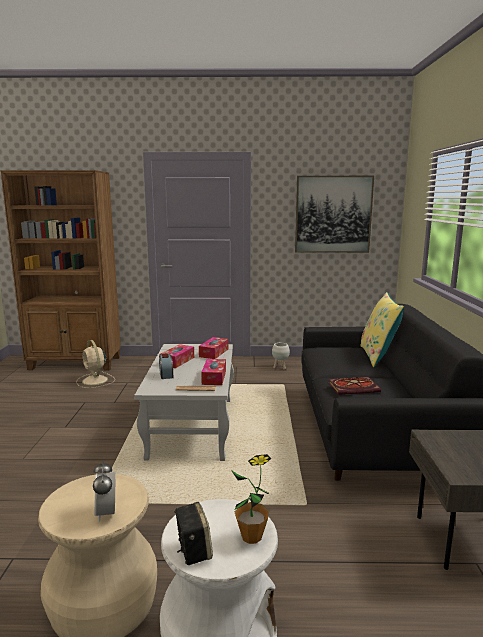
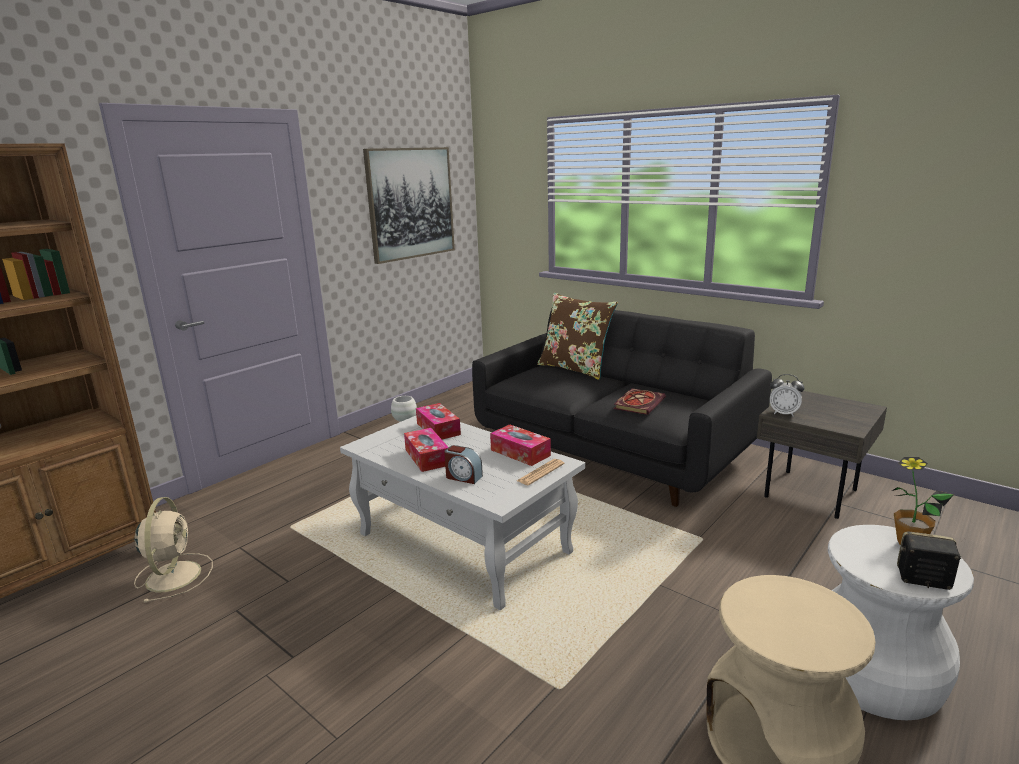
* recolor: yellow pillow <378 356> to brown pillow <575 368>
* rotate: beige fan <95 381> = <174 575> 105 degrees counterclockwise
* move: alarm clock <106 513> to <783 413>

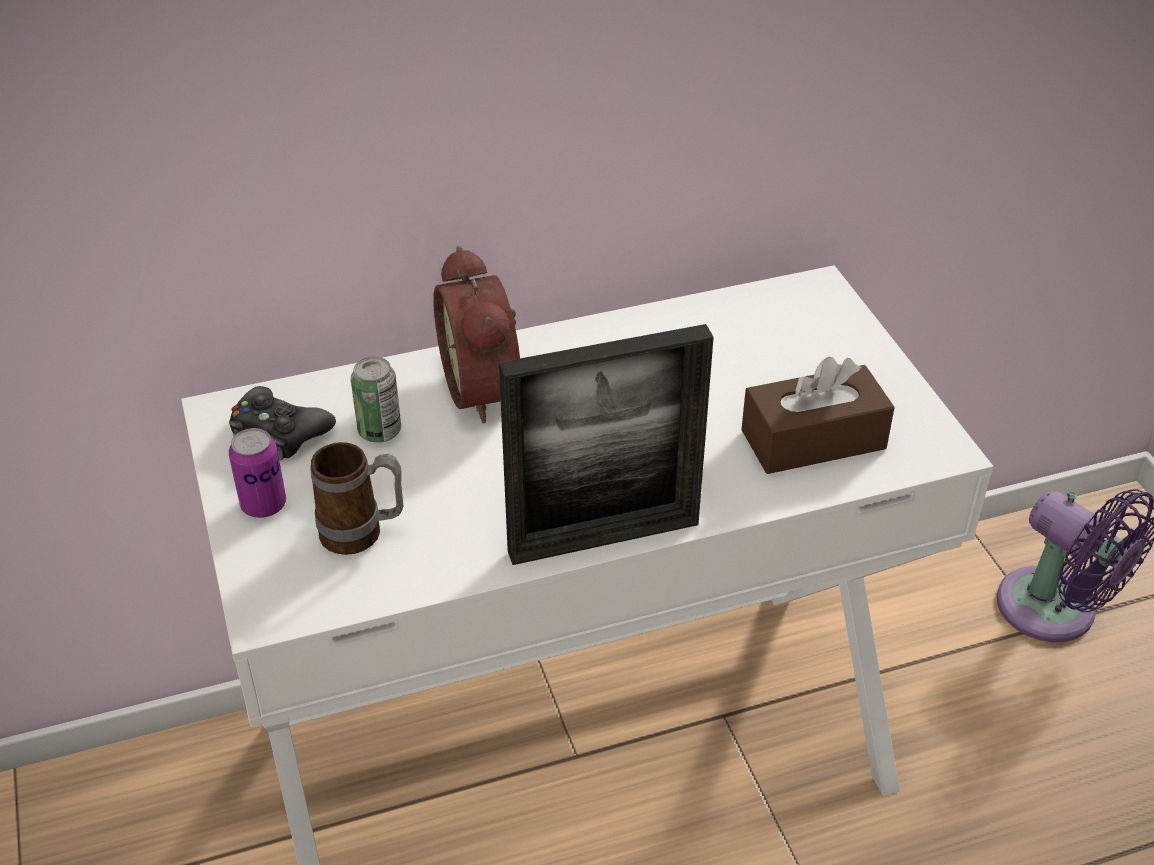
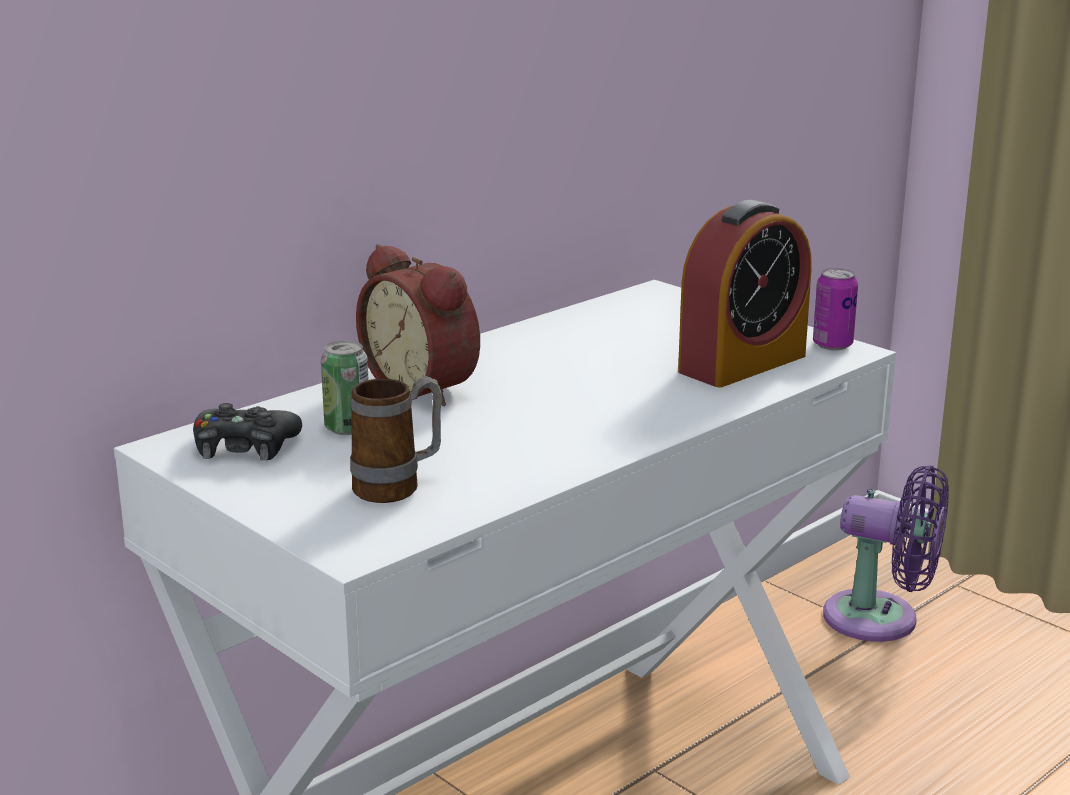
* delete: picture frame <603 538>
* replace: brown tissue box <813 439> to alarm clock <742 364>
* move: can <263 505> to <832 345>

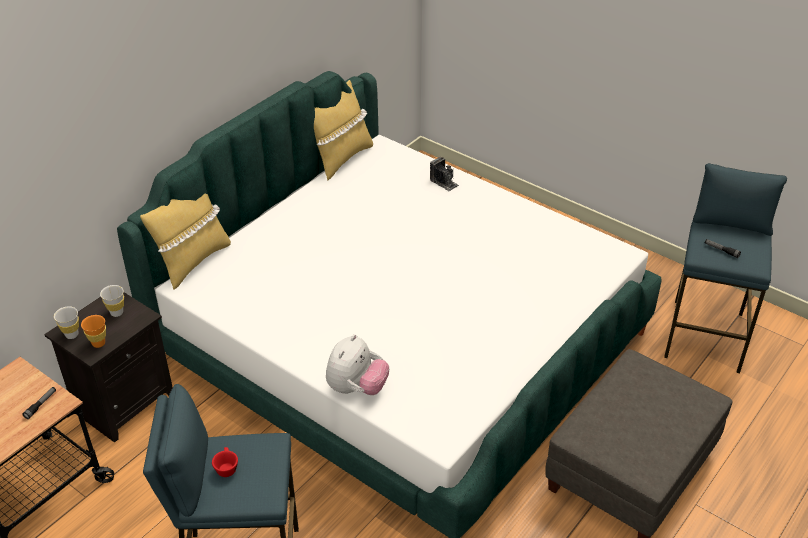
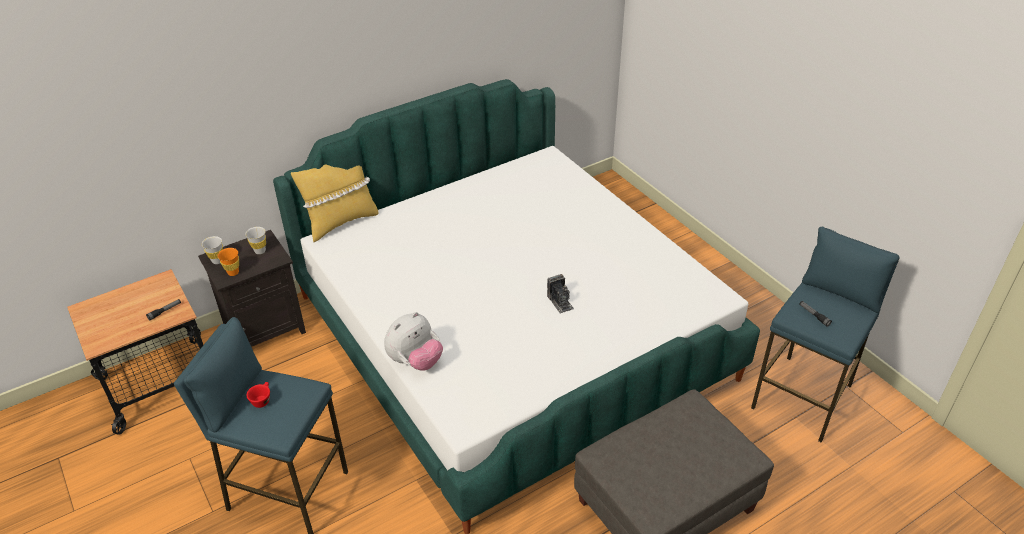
* delete: yellow pillow <341 159>
* move: photo camera <444 182> to <560 302>

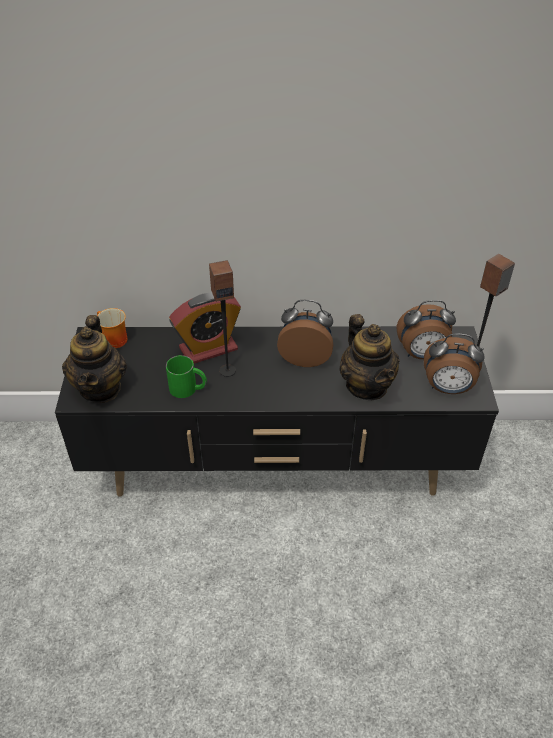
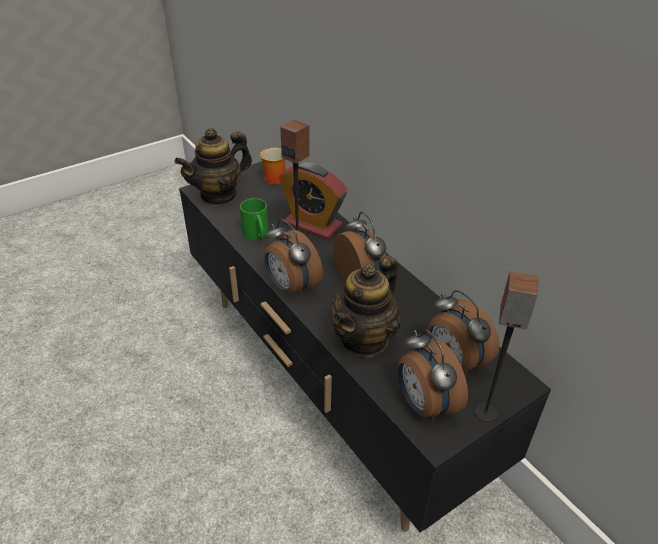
* insert: alarm clock <291 288>

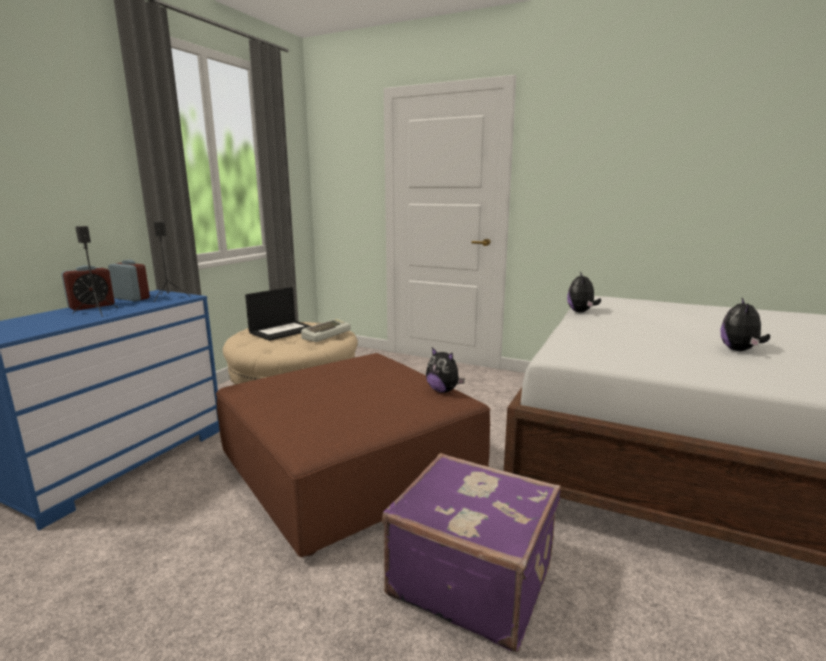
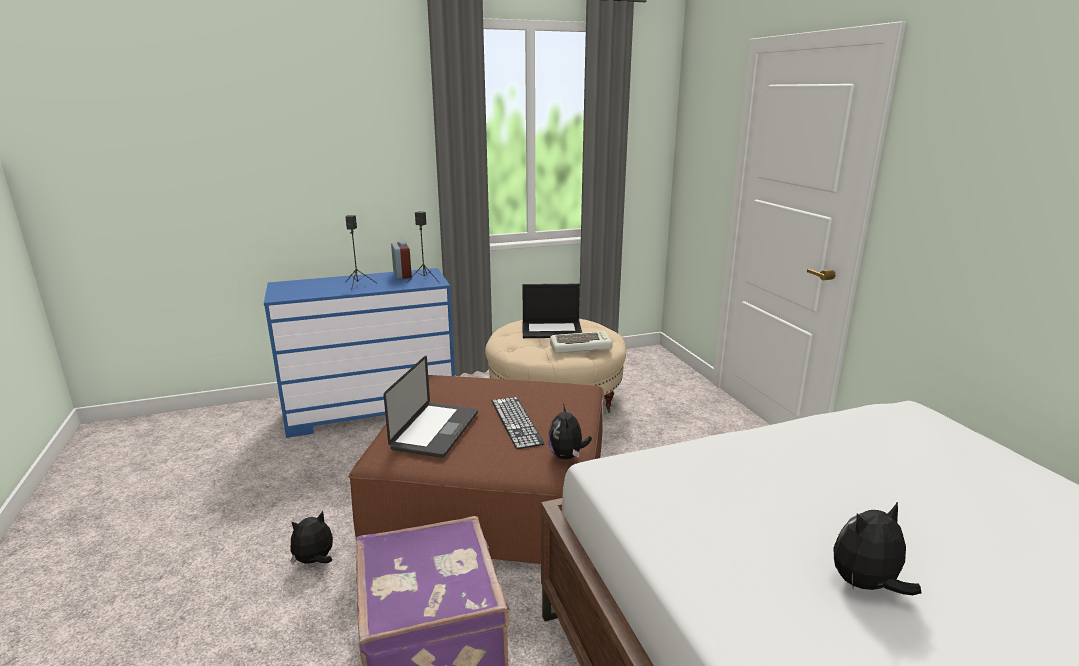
* delete: alarm clock <92 306>
* move: plush toy <581 312> to <315 561>
* insert: laptop <435 431>
* insert: keyboard <516 421>

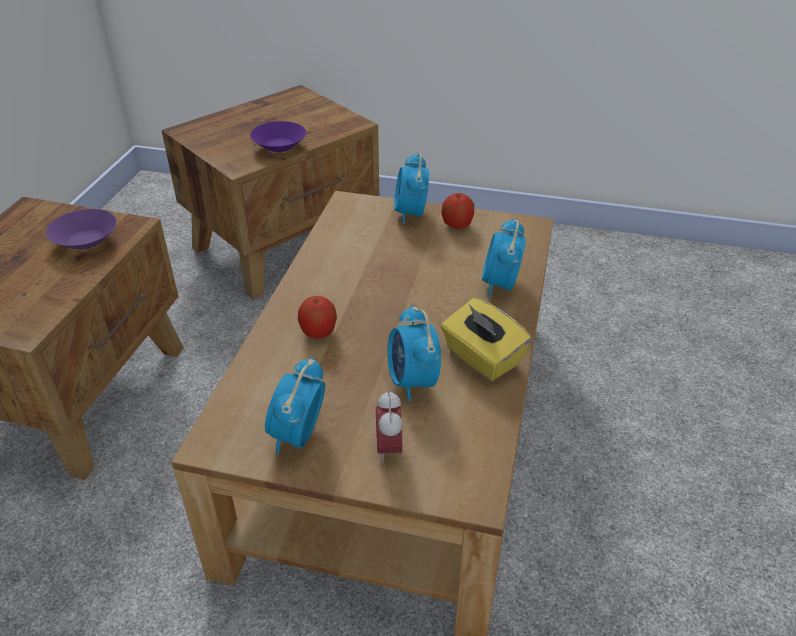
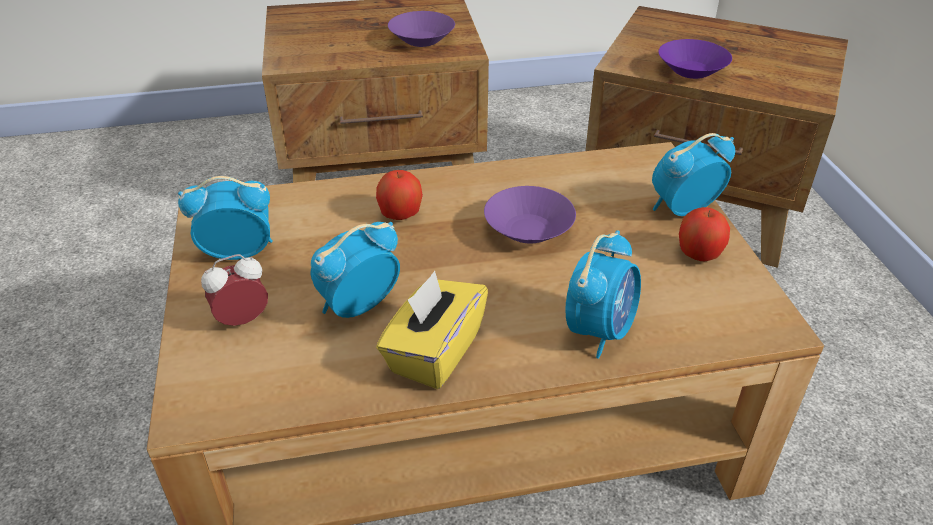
* rotate: alarm clock <500 285> = <599 330> 135 degrees clockwise
* insert: purple bowl <527 231>

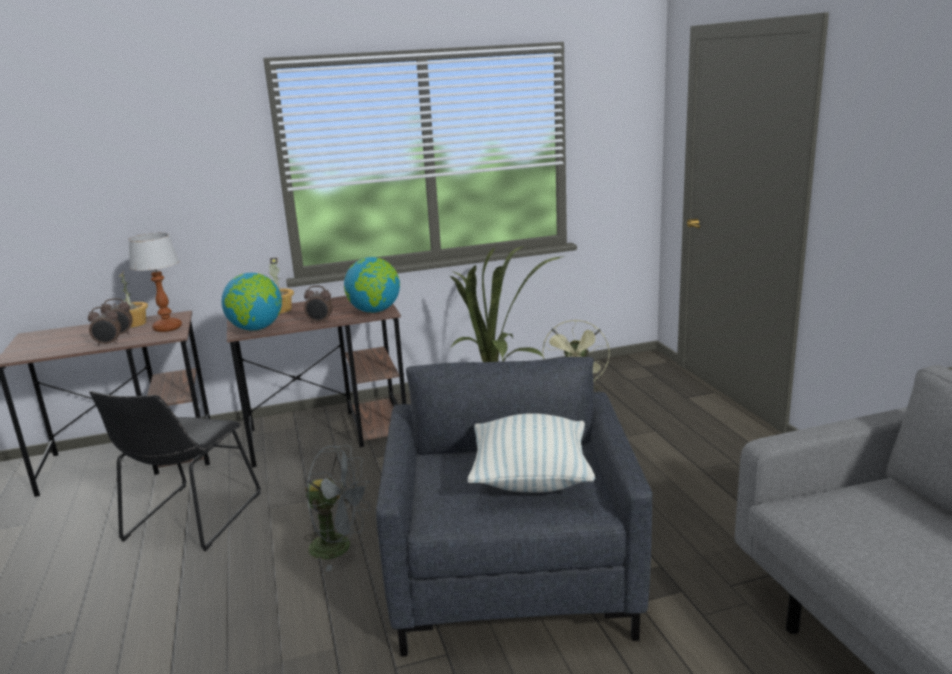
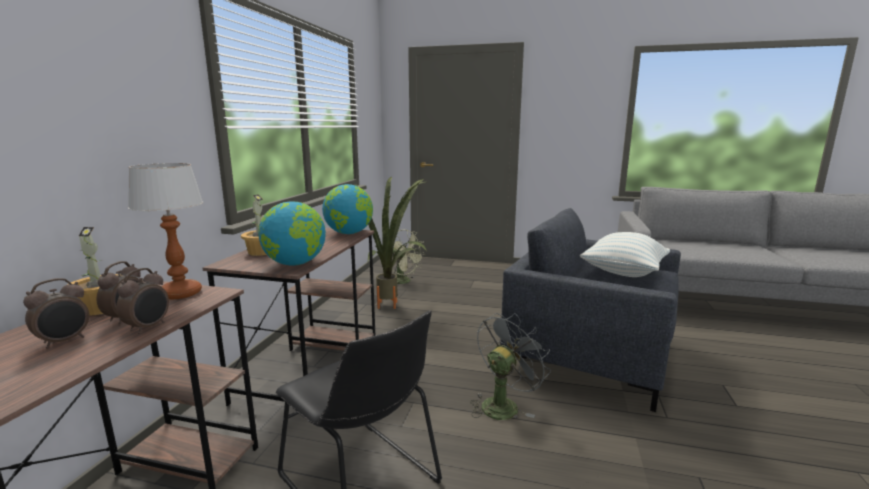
* move: alarm clock <320 322> to <65 341>

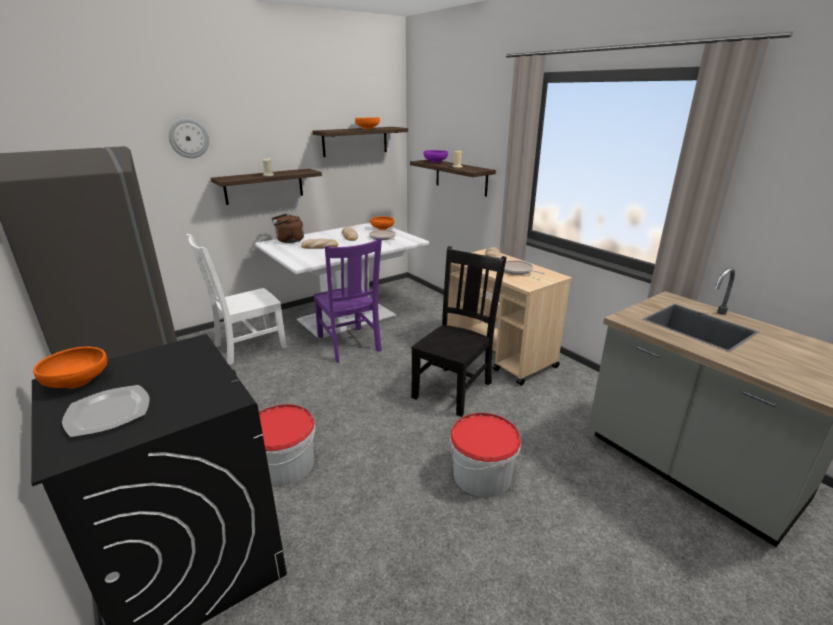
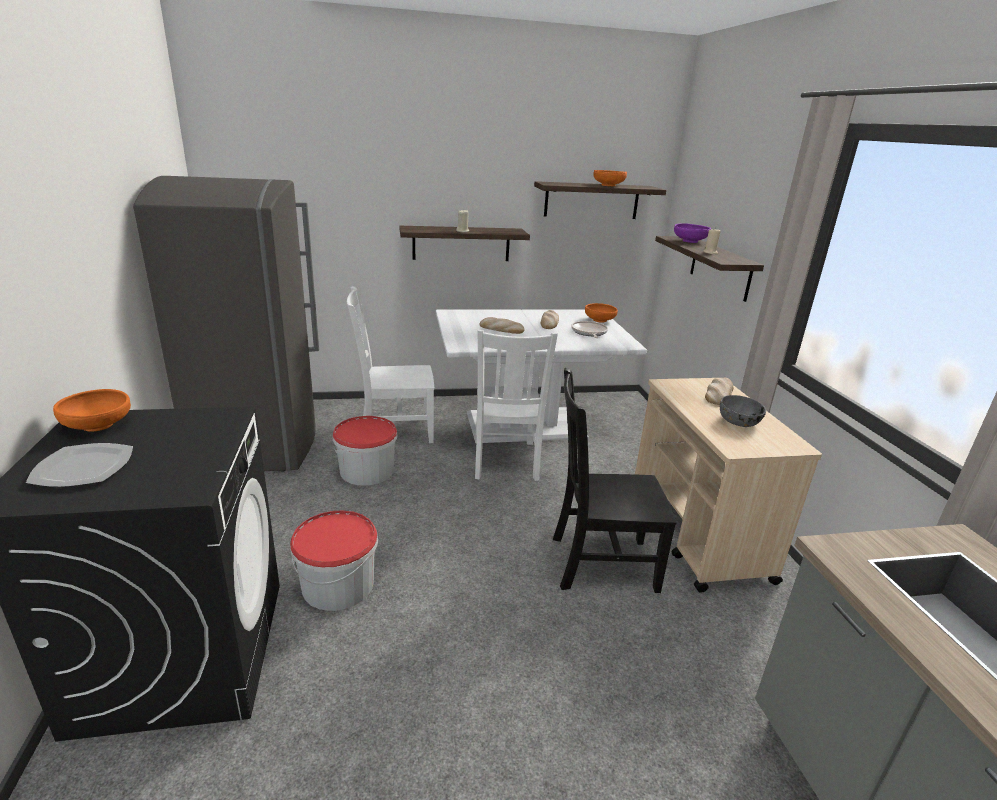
* delete: wall clock <189 138>
* delete: brown kettle <288 241>
* recolor: purple chair <349 345> to white chair <505 461>
* rotate: black chair <454 388> = <599 563> 150 degrees counterclockwise
* replace: frying pan <517 271> to grey bowl <739 422>
* move: bucket <482 474> to <367 470>

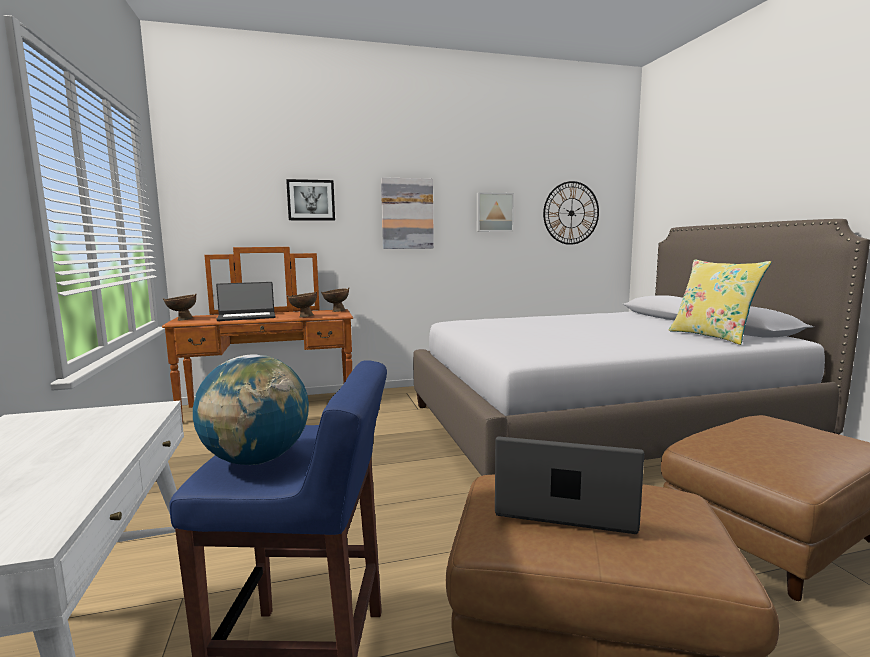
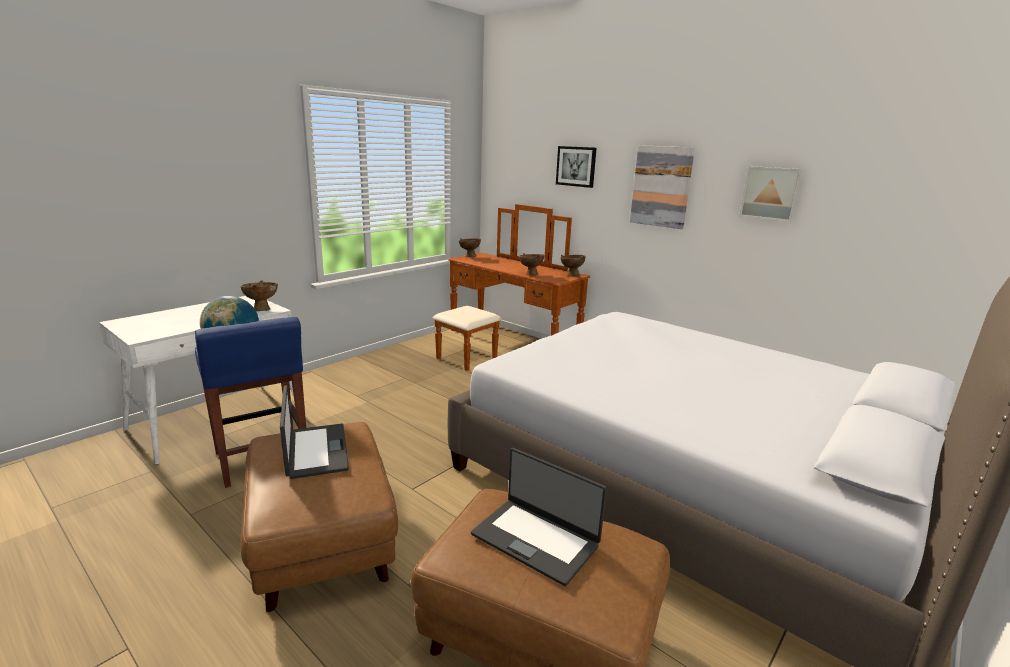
* delete: wall clock <571 213>
* delete: yellow pillow <712 336>
* move: laptop <246 317> to <536 539>
* insert: brown bowl <262 309>

